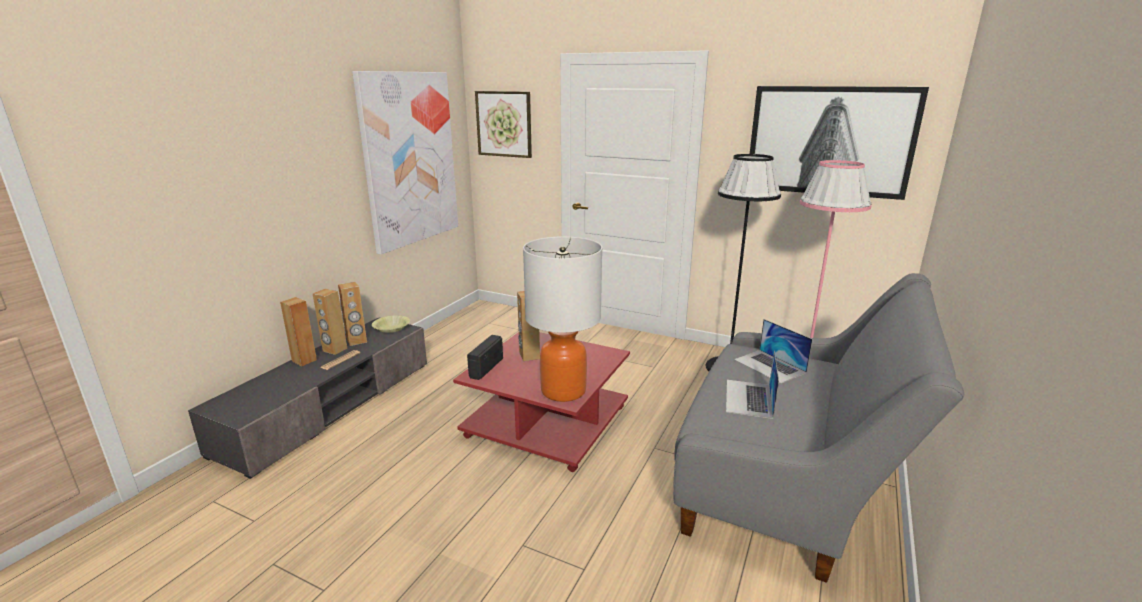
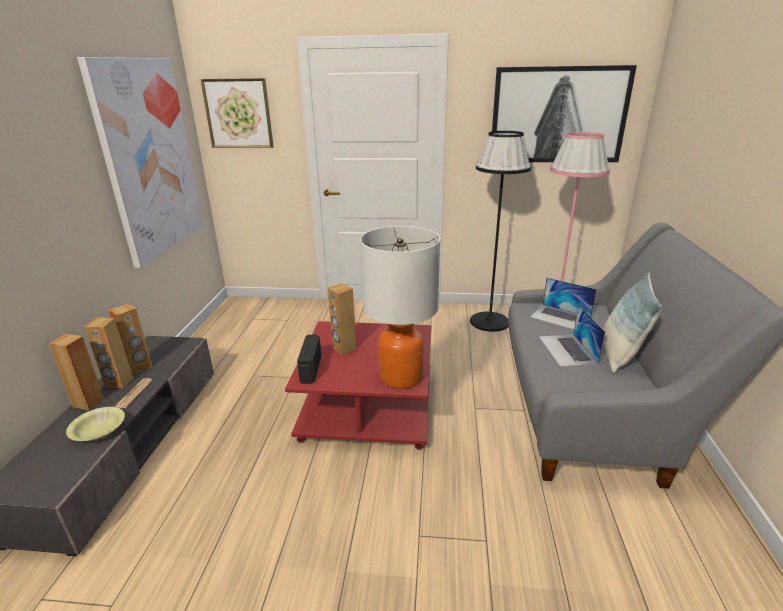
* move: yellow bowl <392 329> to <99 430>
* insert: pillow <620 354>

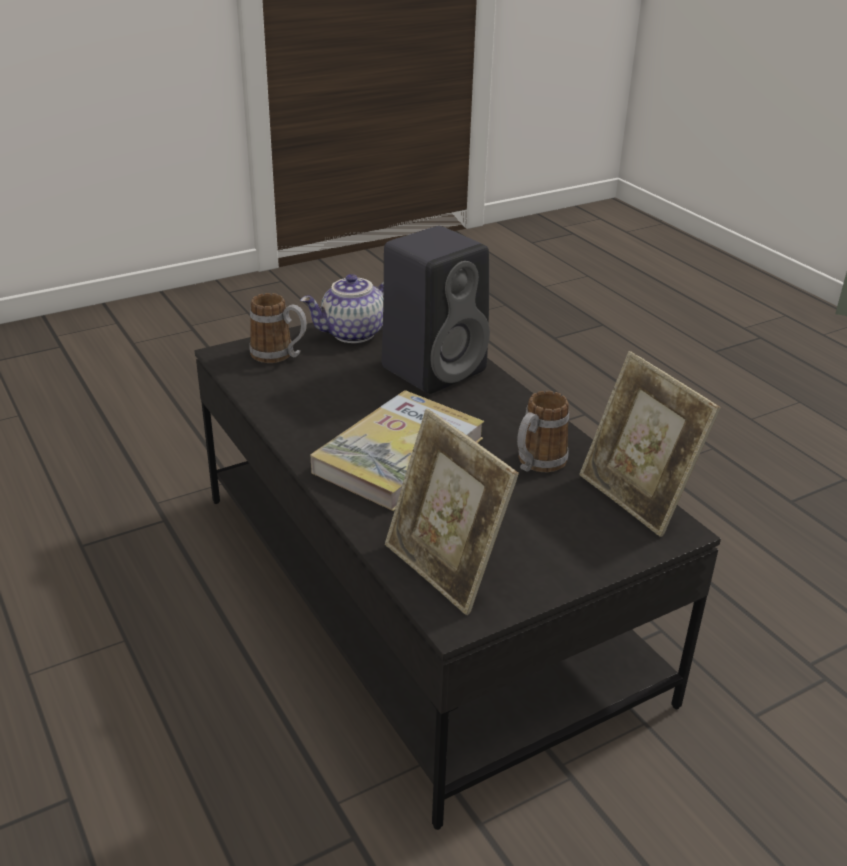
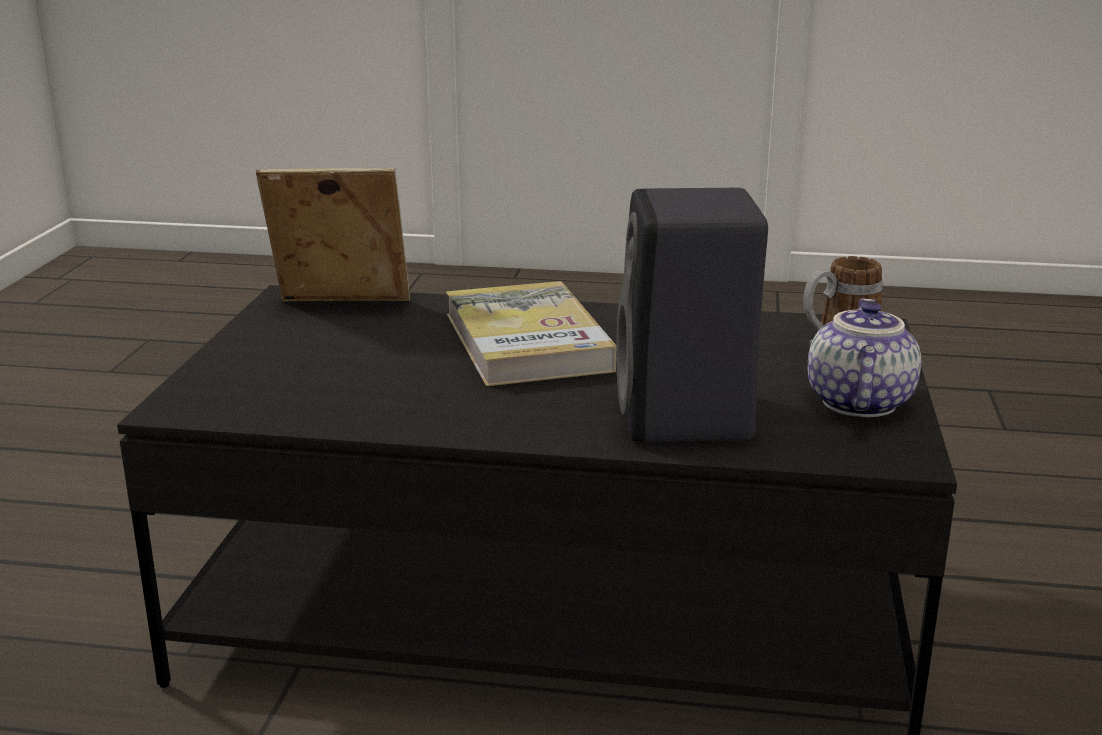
* delete: picture frame <635 498>
* delete: mug <536 464>

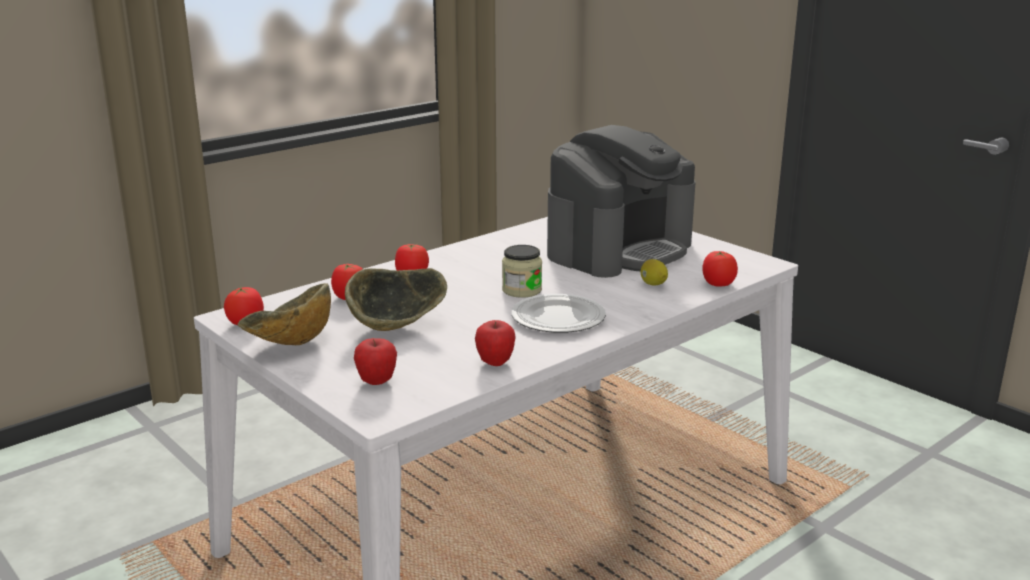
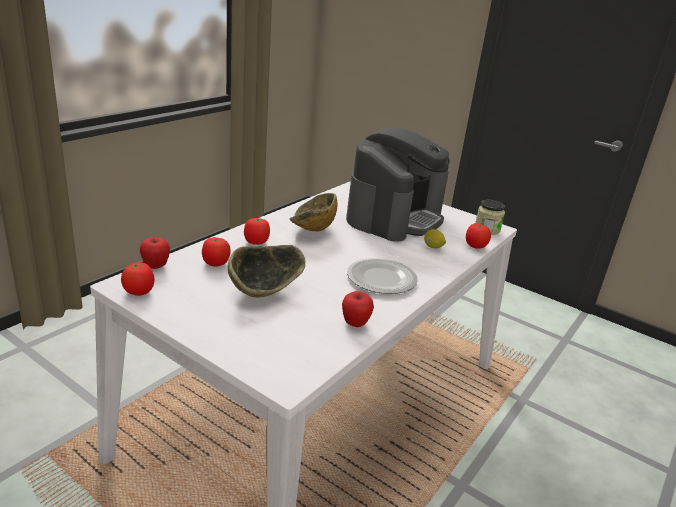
* move: jar <522 290> to <487 229>
* move: bowl <291 345> to <311 231>
* move: apple <376 382> to <155 266>

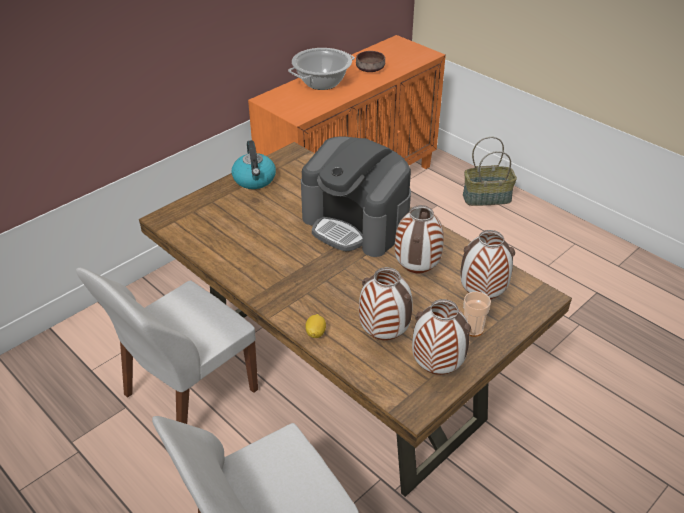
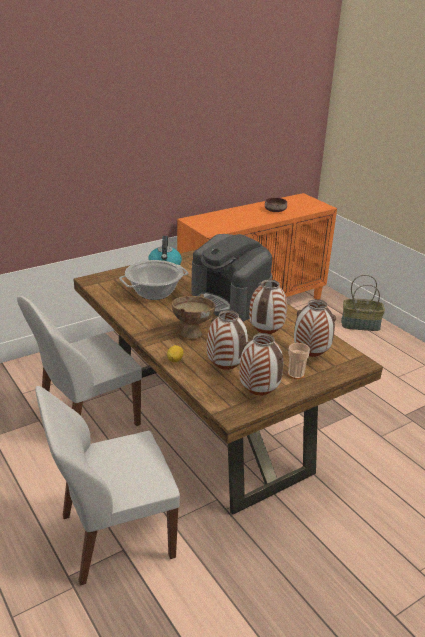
* move: cooking pot <322 82> to <154 293>
* insert: brown bowl <193 332>

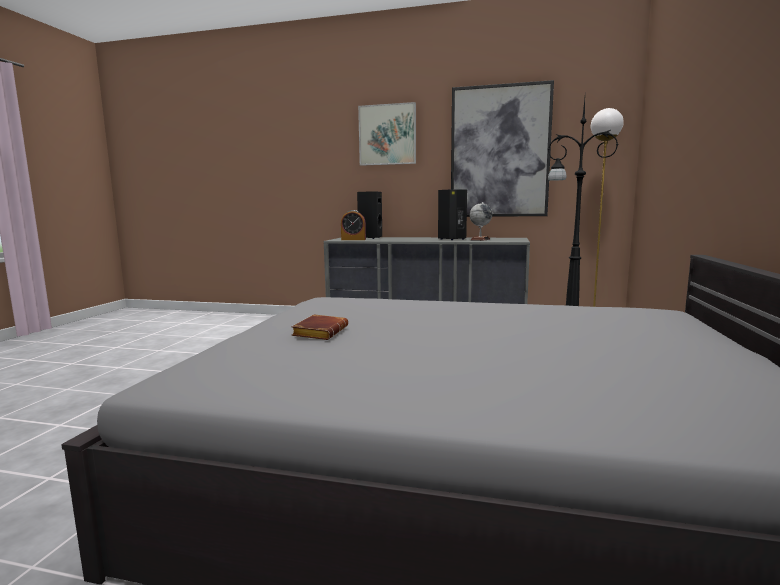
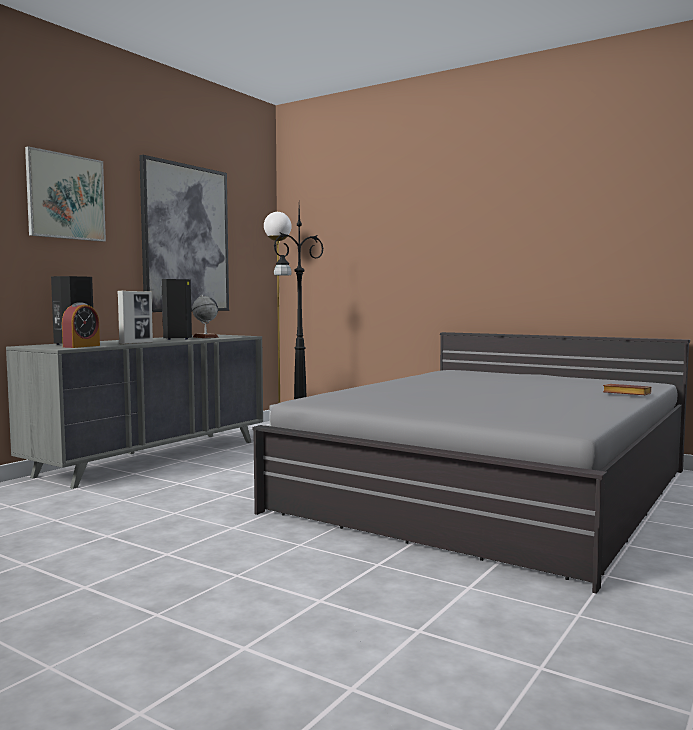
* move: brown book <319 332> to <625 394>
* insert: picture frame <136 343>

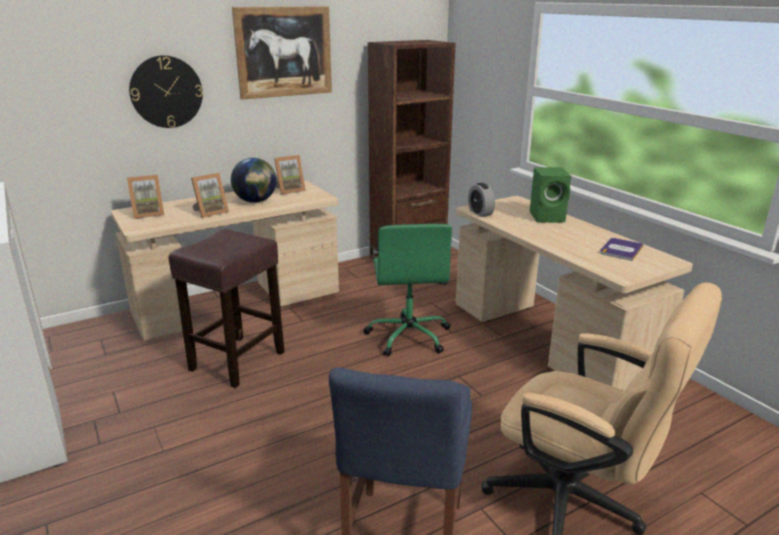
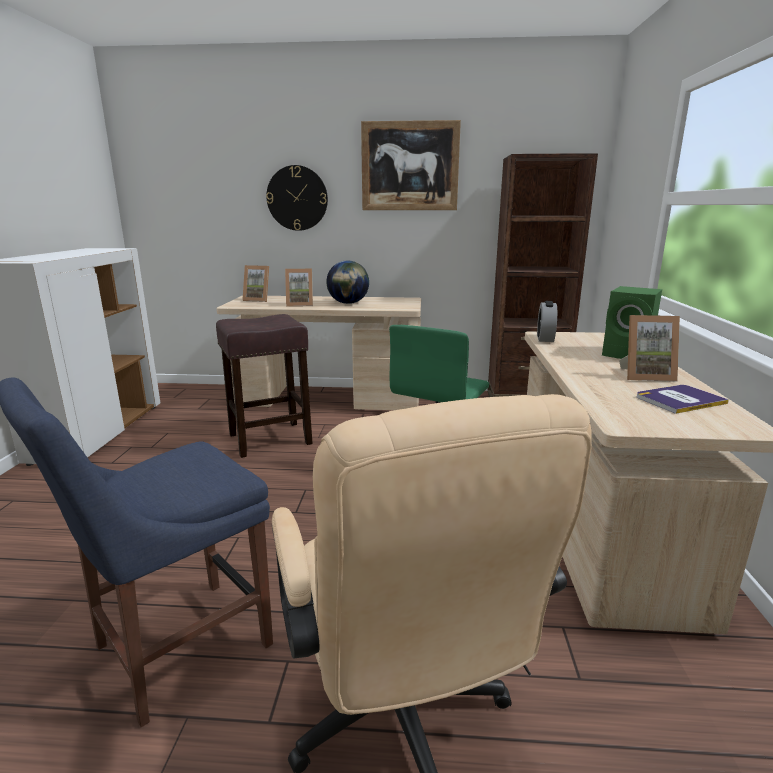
* move: picture frame <289 190> to <645 376>

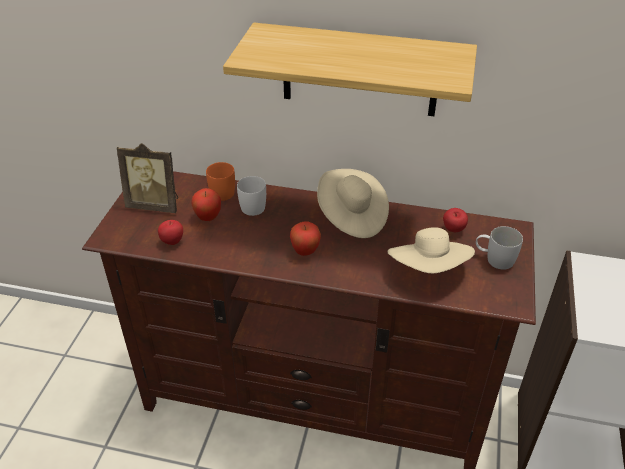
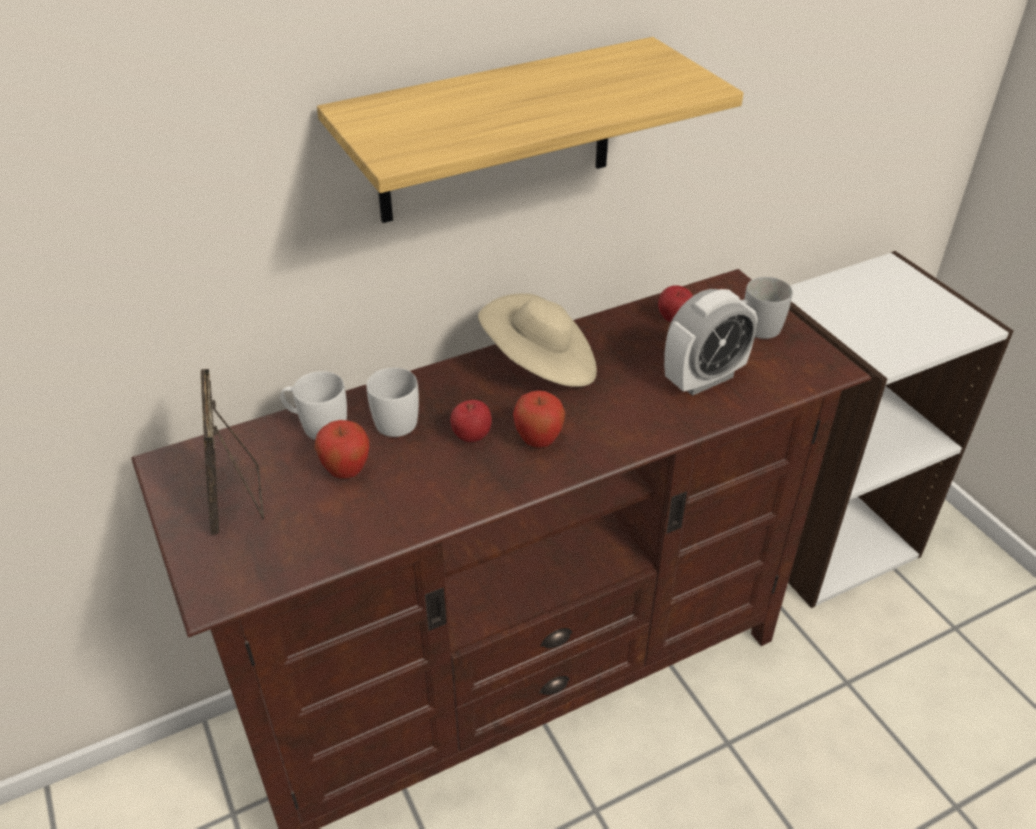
* rotate: picture frame <155 205> = <236 498> 105 degrees clockwise
* recolor: orange mug <220 191> to white mug <316 425>
* move: apple <172 242> to <471 437>
* replace: beige hat <429 269> to alarm clock <704 379>

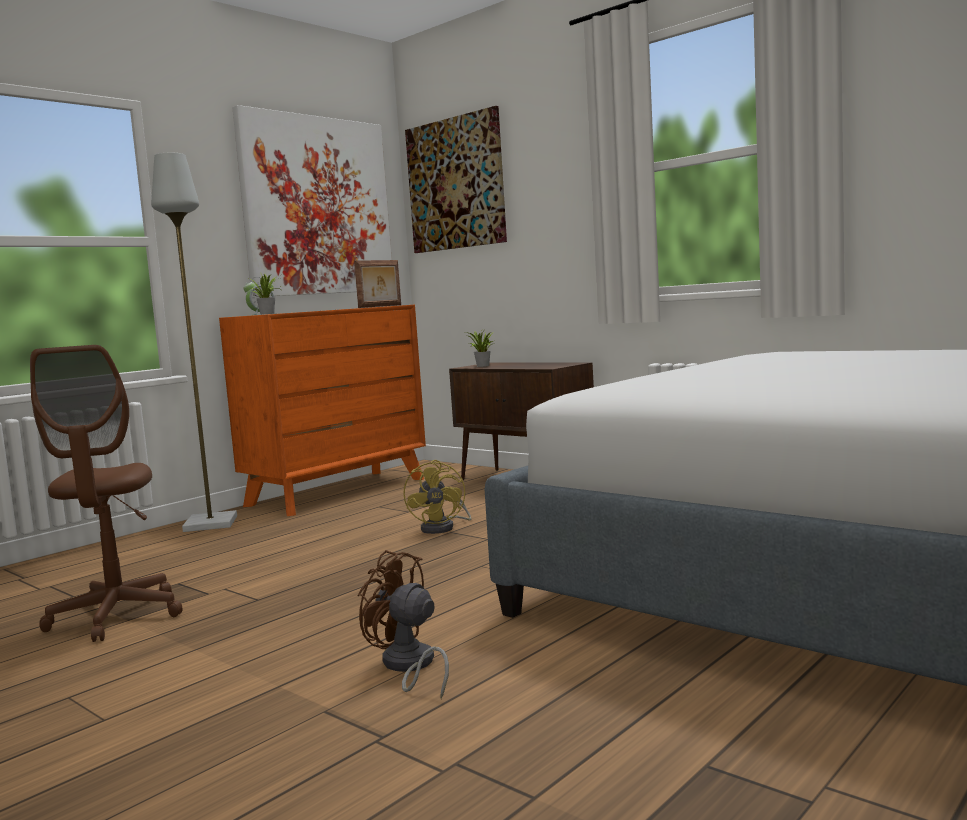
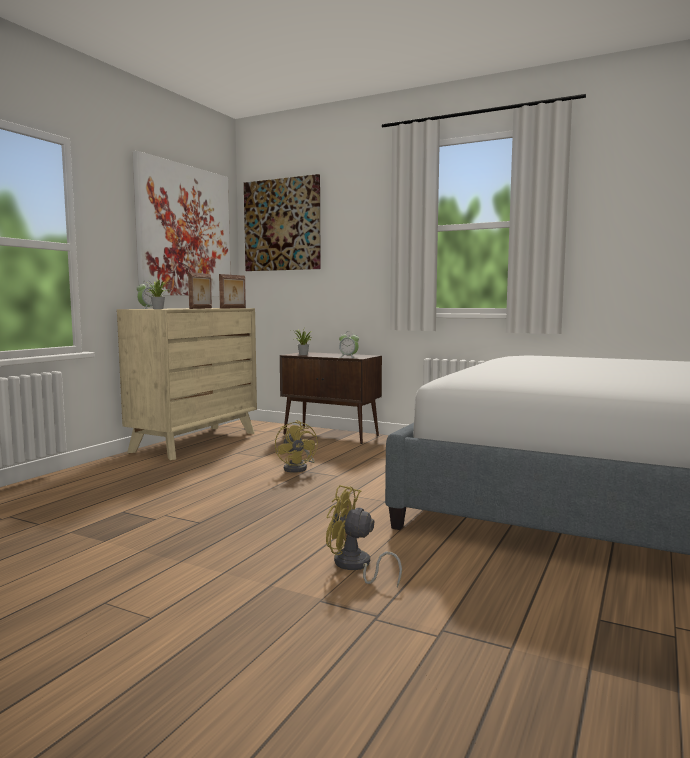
* delete: grey floor lamp <209 524>
* recolor: orange dresser <337 492> to beige dresser <195 442>
* delete: brown office chair <117 617>
* recolor: brown fan <408 667> to yellow fan <355 566>
* insert: picture frame <201 308>
* insert: alarm clock <348 357>

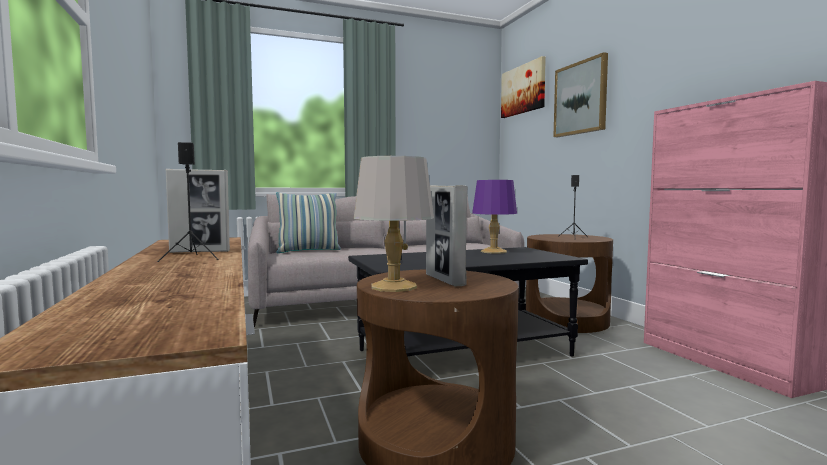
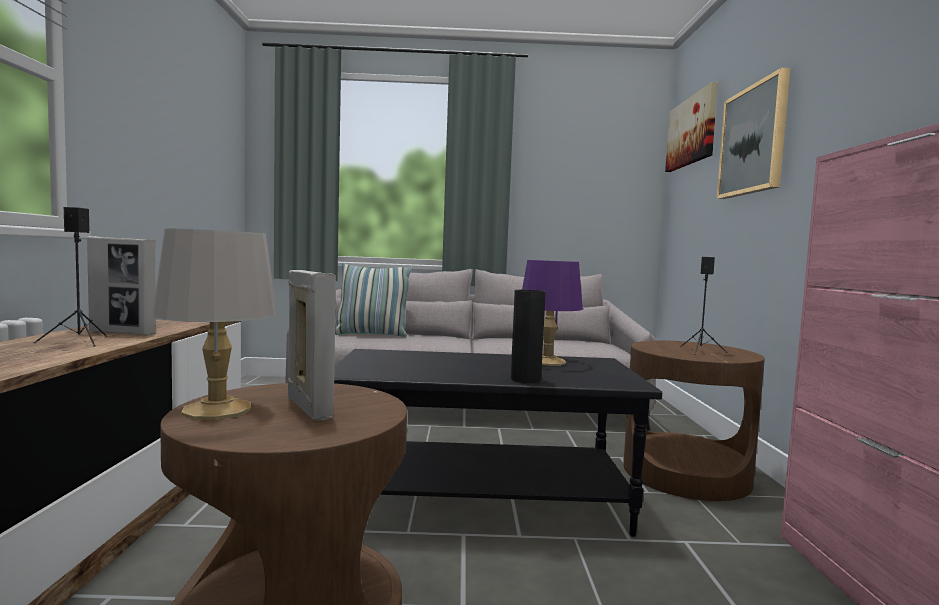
* rotate: picture frame <445 280> = <309 408> 150 degrees clockwise
* insert: black vase <525 379>

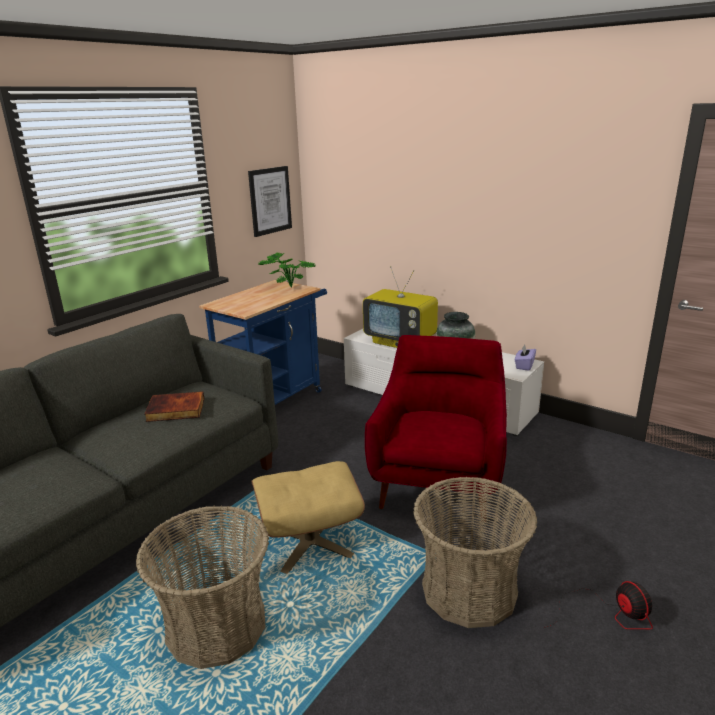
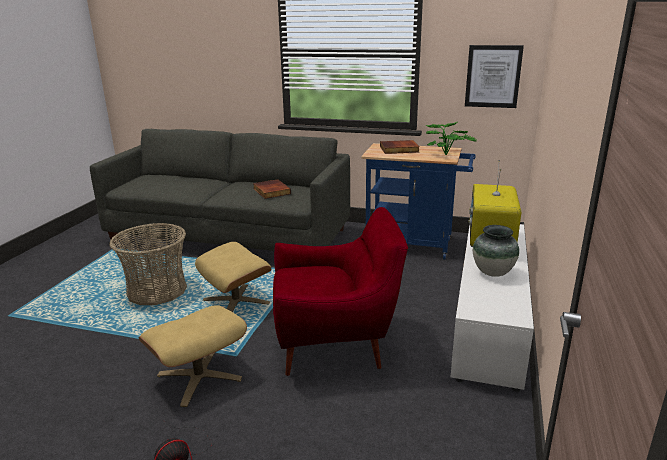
* delete: purple tissue box <524 365>
* replace: basket <469 590> to beige ottoman <199 377>
* insert: book <399 149>

